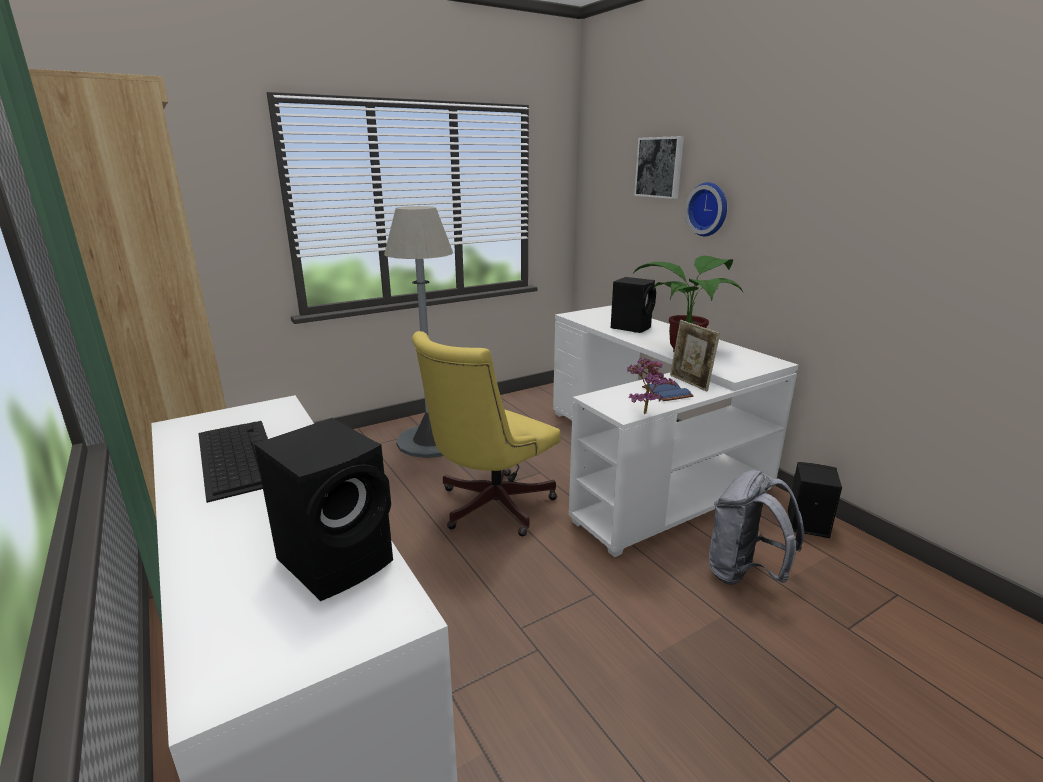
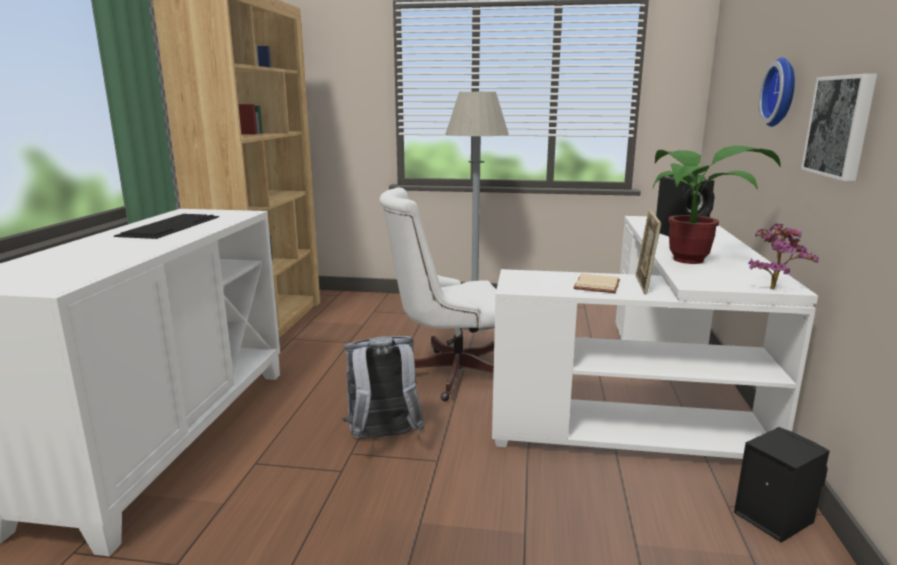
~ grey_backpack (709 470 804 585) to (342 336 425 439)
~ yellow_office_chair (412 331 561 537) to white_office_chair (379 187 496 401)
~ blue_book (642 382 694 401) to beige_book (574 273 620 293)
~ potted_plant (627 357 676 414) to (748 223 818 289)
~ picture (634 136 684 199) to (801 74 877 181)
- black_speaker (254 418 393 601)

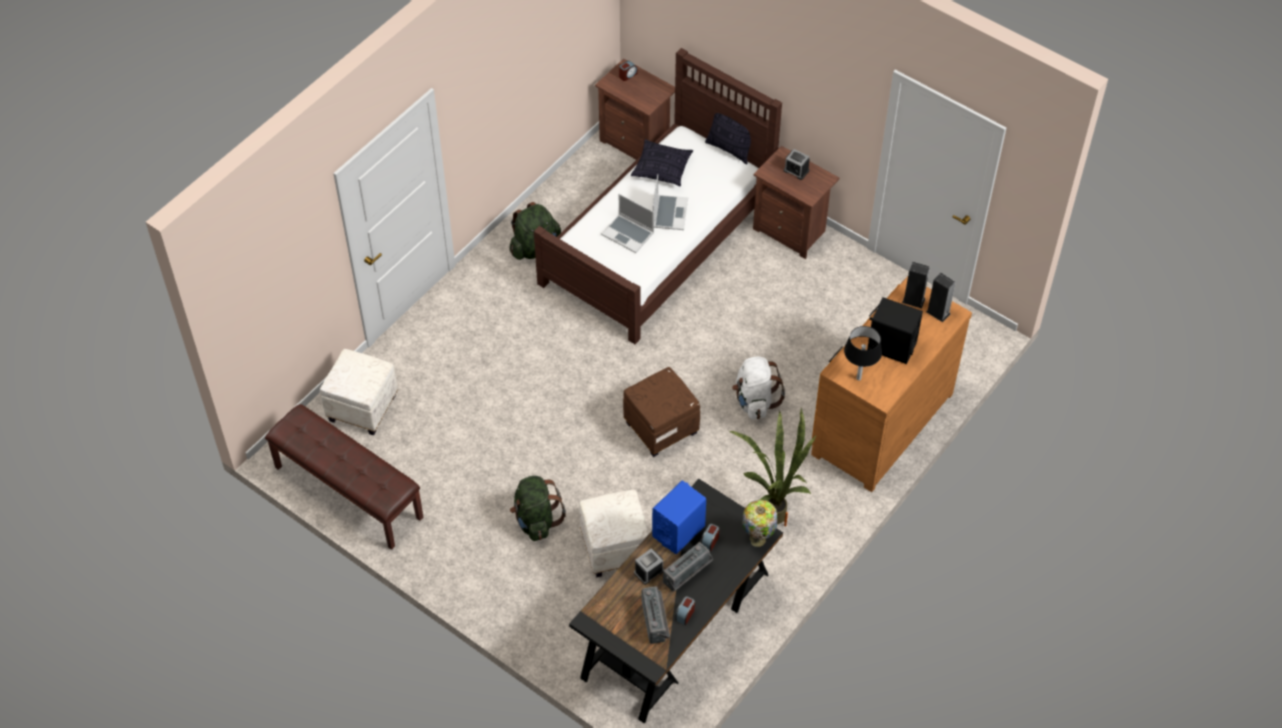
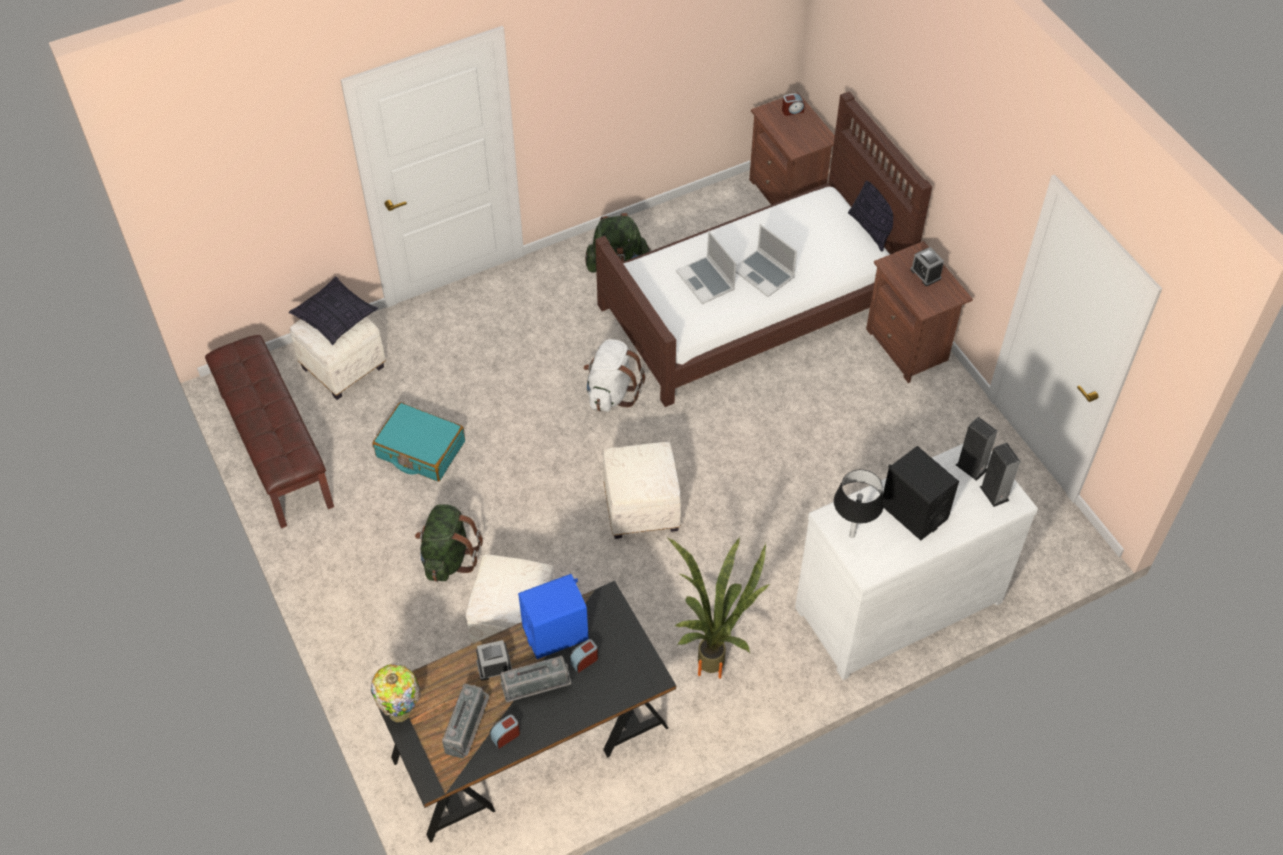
~ pillow (631 139 693 186) to (289 276 378 345)
~ table_lamp (743 500 777 547) to (371 664 421 722)
+ turquoise_suitcase (373 402 465 482)
~ white_backpack (732 356 785 420) to (584 339 645 412)
~ brown_ottoman (623 367 700 457) to white_ottoman (603 442 681 539)
~ laptop (653 174 688 230) = (736 224 797 297) 105 degrees clockwise
~ brown_dresser (811 276 972 492) to white_dresser (795 443 1038 680)

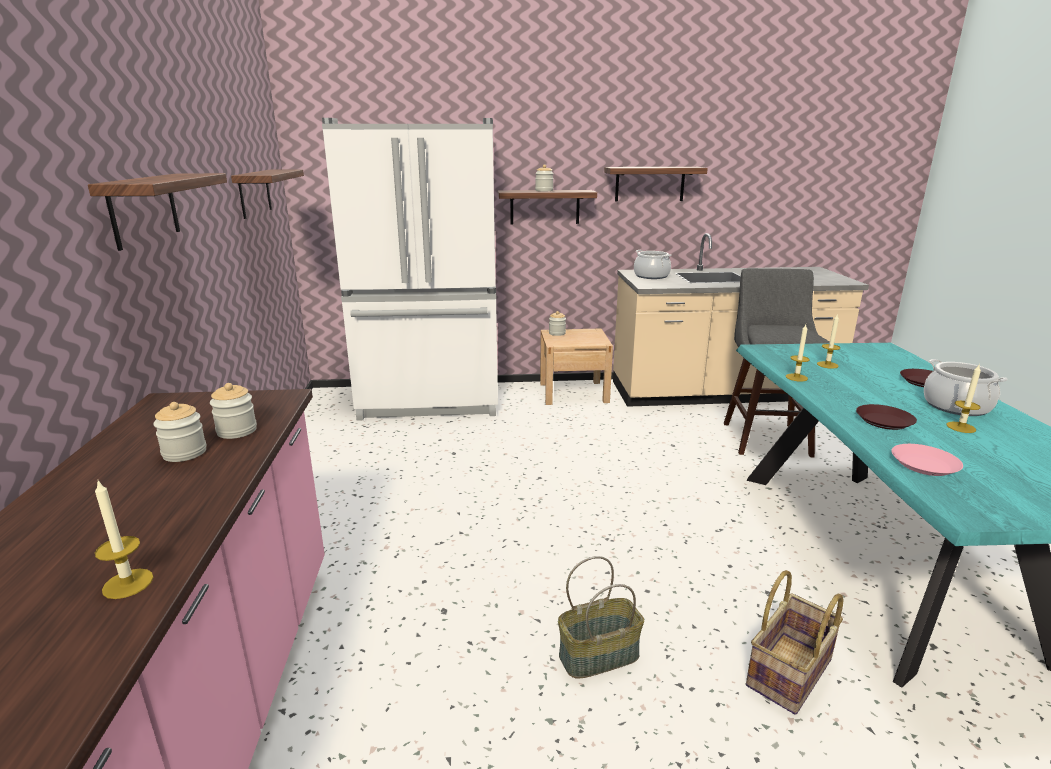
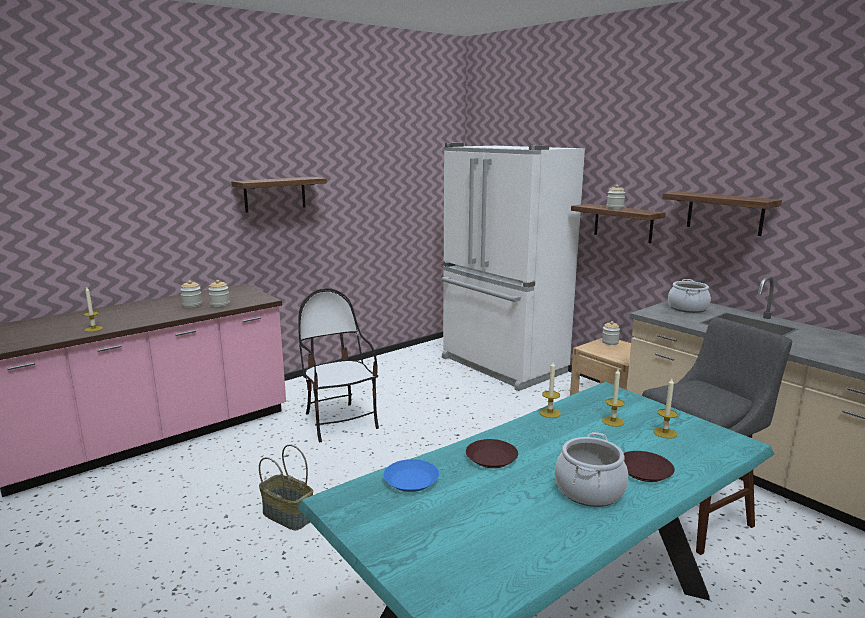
+ chair (298 288 379 443)
~ pink_plate (891 444 963 476) to blue_plate (383 459 439 492)
~ candle (946 365 981 433) to (653 378 678 439)
- shelf (231 169 304 219)
- basket (746 570 843 715)

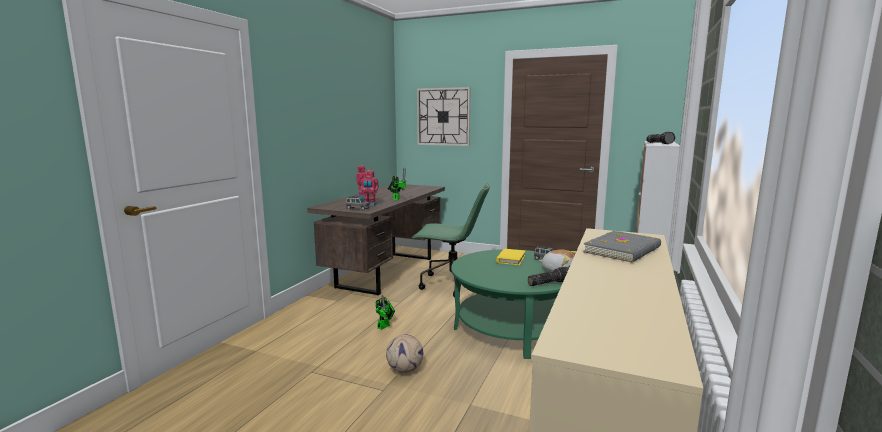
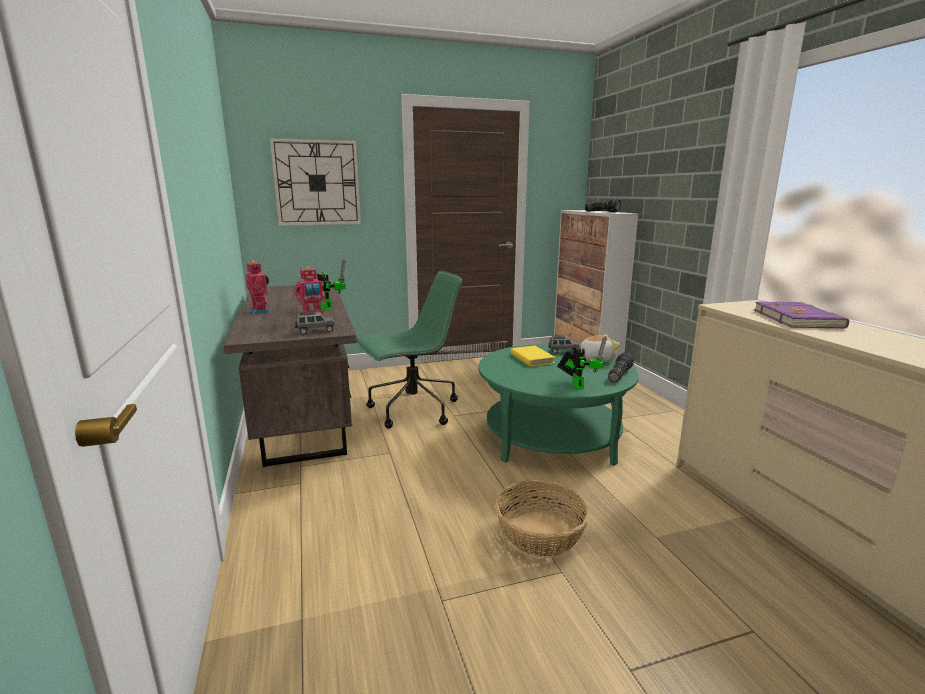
~ football (386 334 423 373) to basket (495 480 590 557)
~ toy_robot (376 295 395 330) to (557 336 607 389)
~ grey_book (583 231 661 262) to purple_book (754 301 849 328)

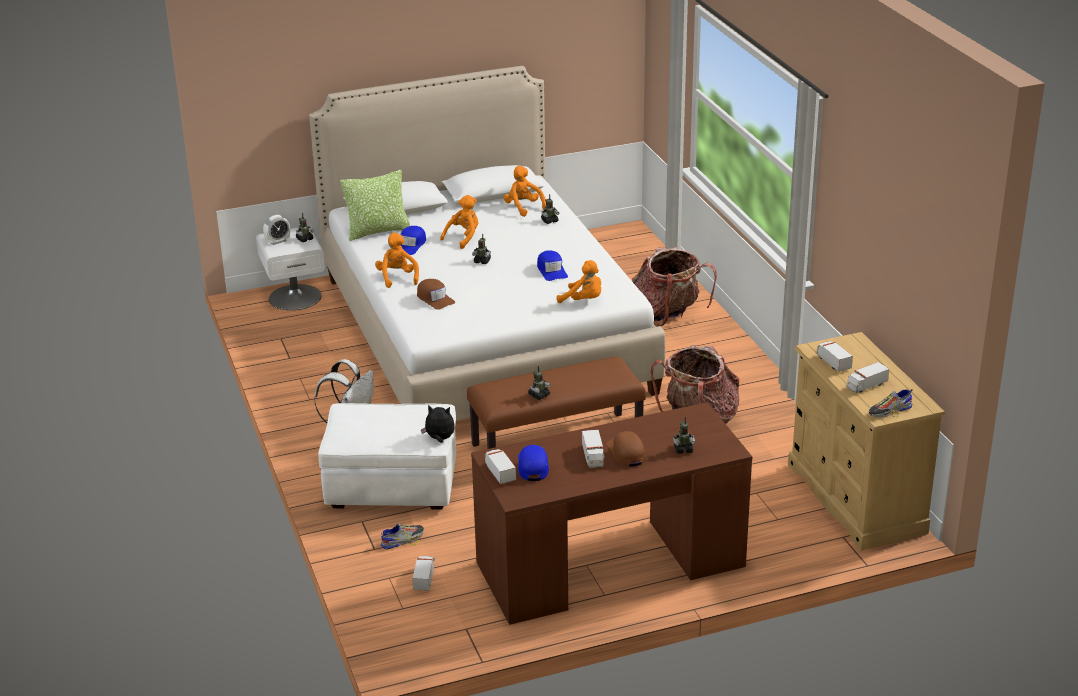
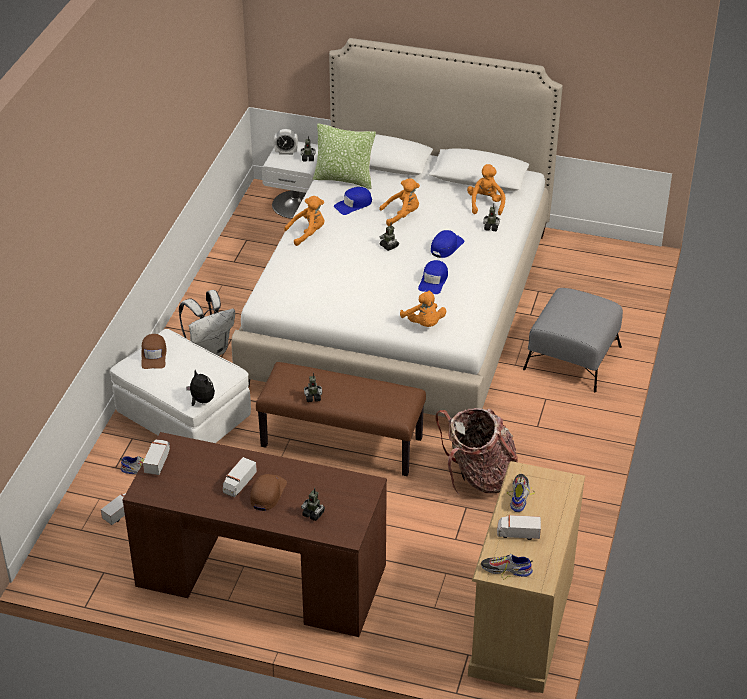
~ brown_cap (417 279 455 310) to (141 334 166 369)
~ orange_plush_toy (375 233 419 288) = (284 196 324 246) 45 degrees clockwise
~ blue_cap (518 445 549 481) to (431 230 464 258)
~ toy_truck (817 341 853 372) to shoe (507 474 535 512)
~ backpack (632 247 717 326) to grey_ottoman (523 288 623 392)

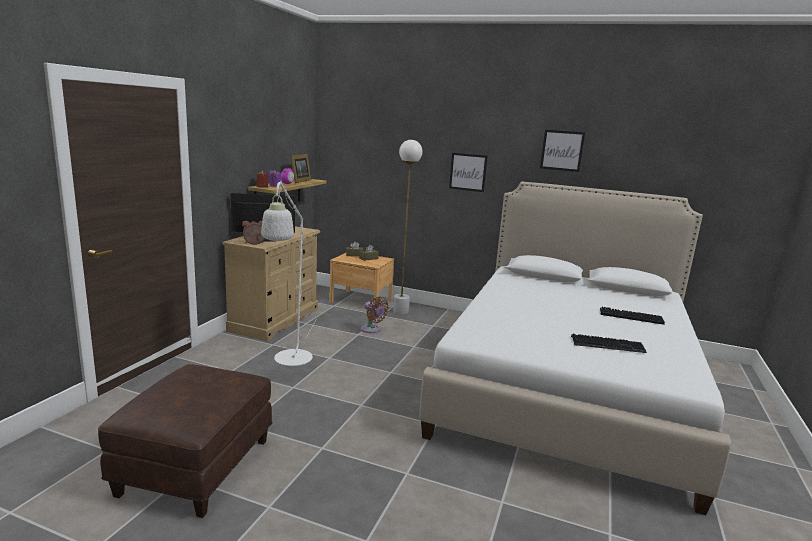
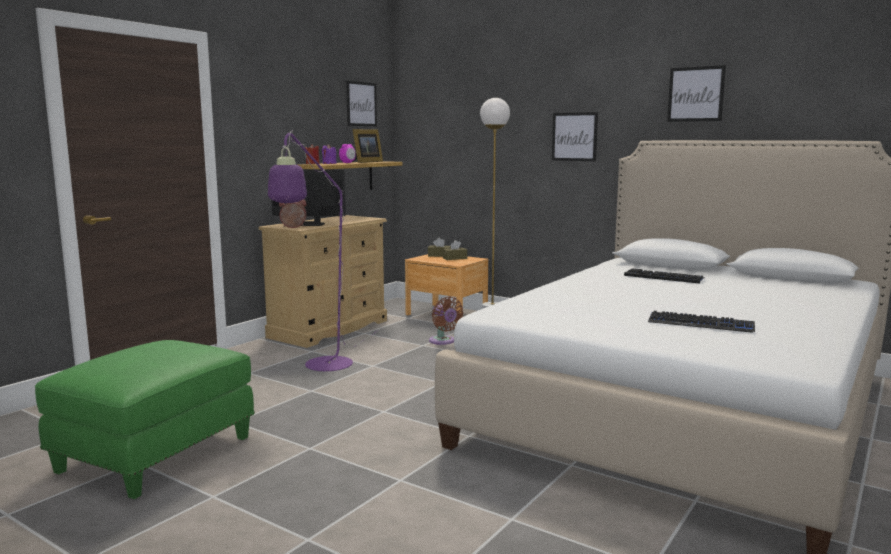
~ brown_ottoman (98 364 273 518) to green_ottoman (35 340 255 499)
~ white_floor_lamp (261 180 317 366) to purple_floor_lamp (268 131 380 371)
+ picture (346 81 377 126)
~ keyboard (600 307 665 325) to (624 268 705 283)

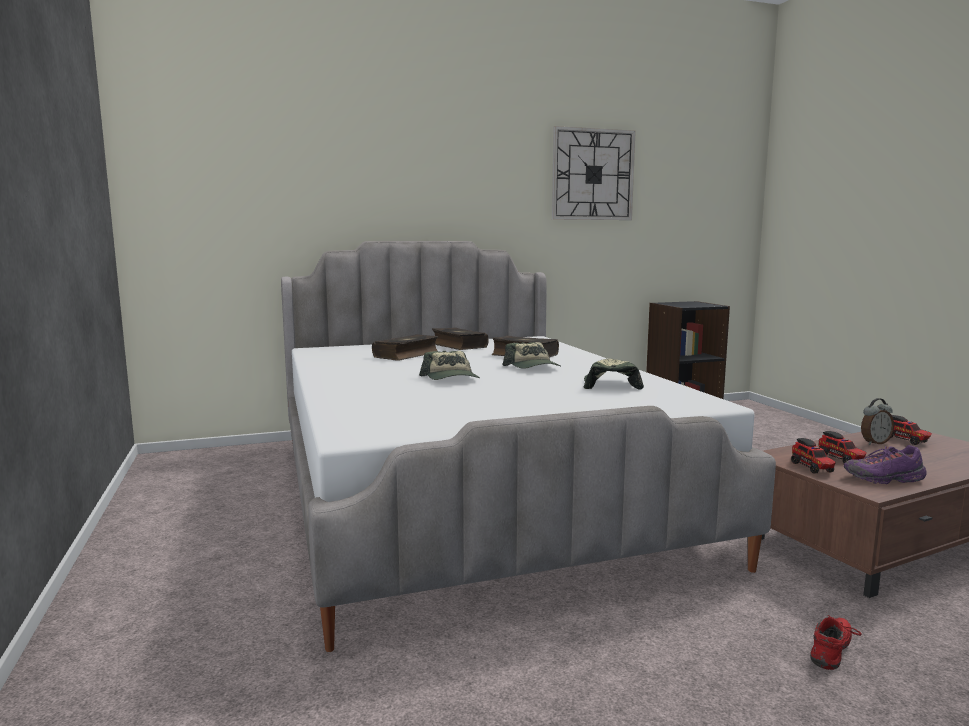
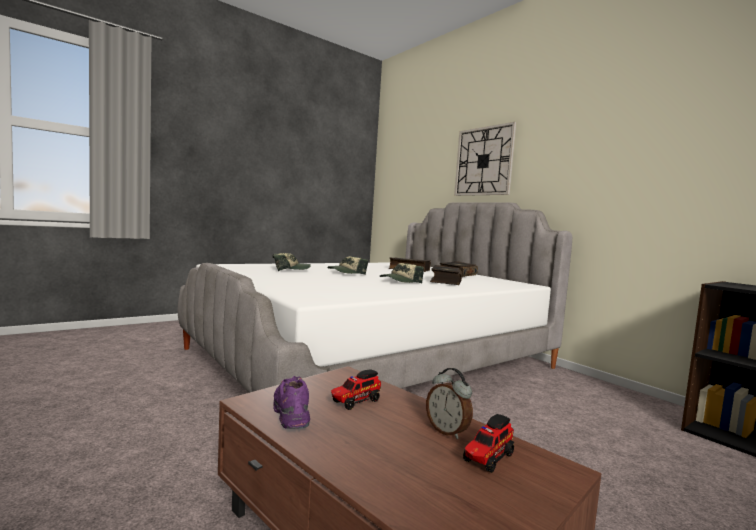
~ cap (583 359 644 390) to (273 253 311 272)
~ wall_clock (552 126 636 220) to (454 122 516 196)
- toy_truck (791 438 836 474)
- red_shoe (810 613 862 670)

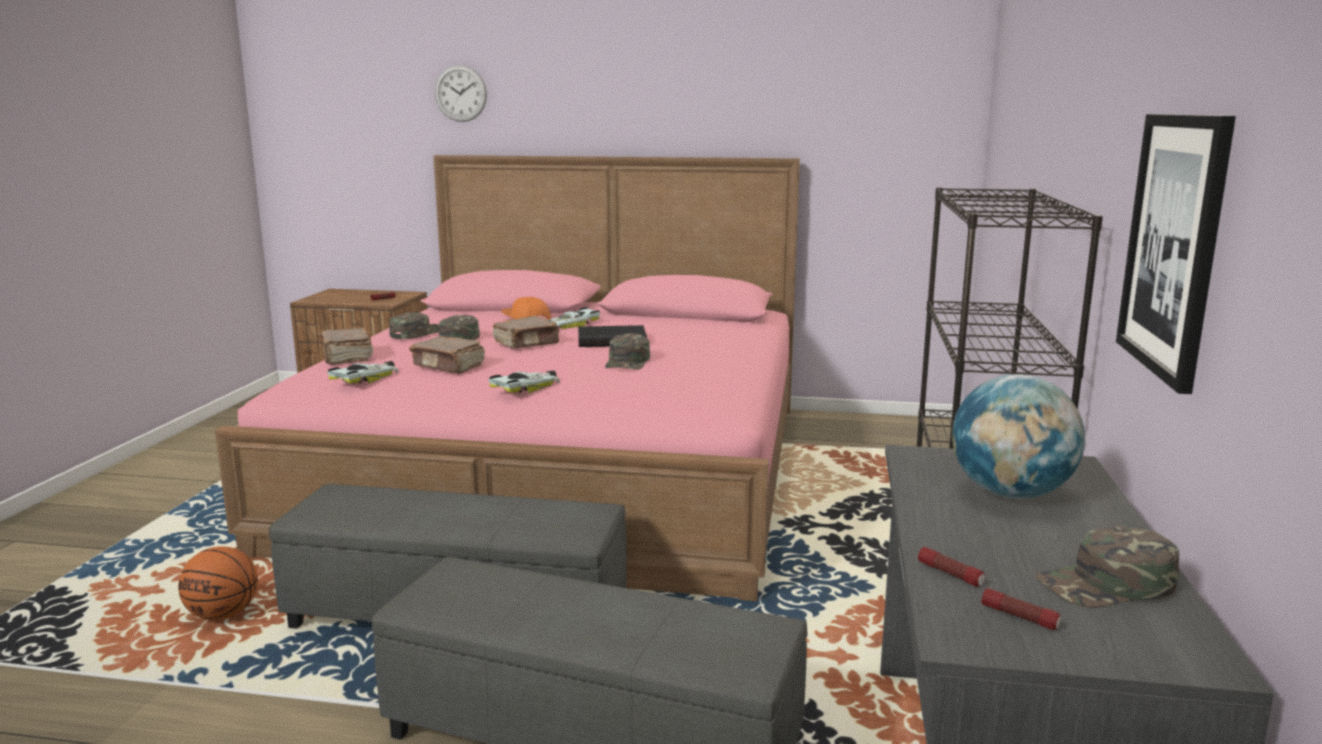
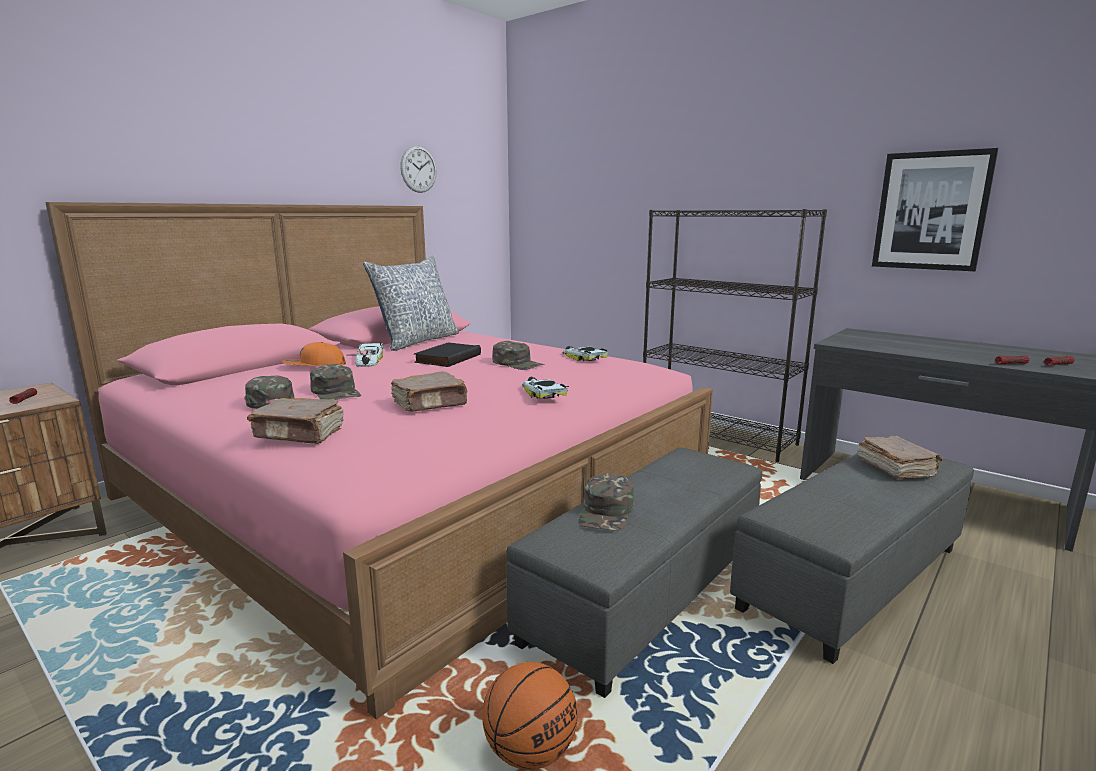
+ pillow (363 256 459 351)
~ wall_clock (435 65 487 122) to (400 145 437 193)
~ toy_car (327 361 399 384) to (562 346 608 361)
~ green_cap (1035 526 1179 608) to (578 473 634 531)
~ brown_book (493 316 560 349) to (857 436 943 479)
- globe (952 374 1085 499)

